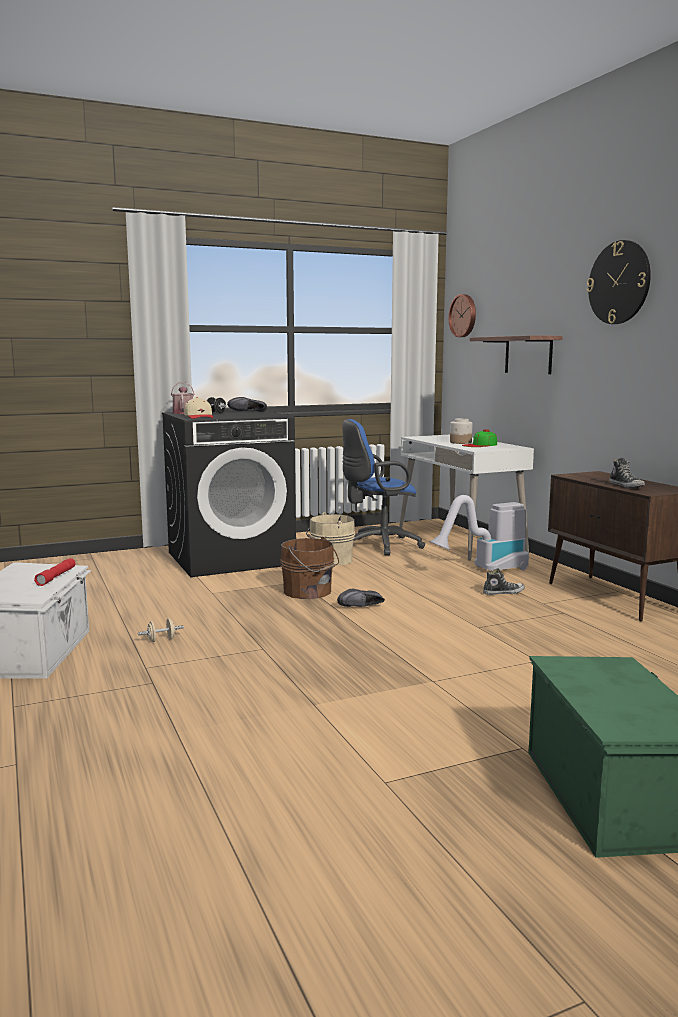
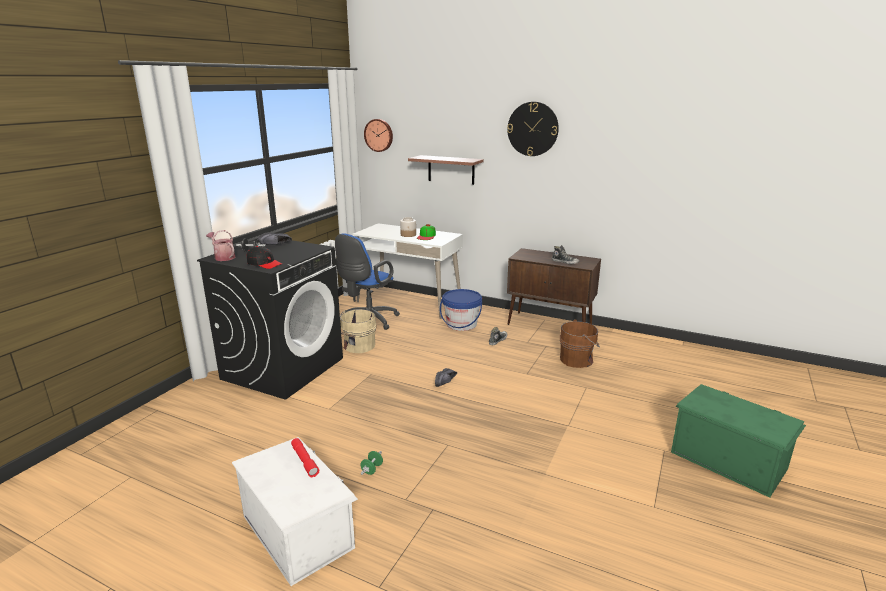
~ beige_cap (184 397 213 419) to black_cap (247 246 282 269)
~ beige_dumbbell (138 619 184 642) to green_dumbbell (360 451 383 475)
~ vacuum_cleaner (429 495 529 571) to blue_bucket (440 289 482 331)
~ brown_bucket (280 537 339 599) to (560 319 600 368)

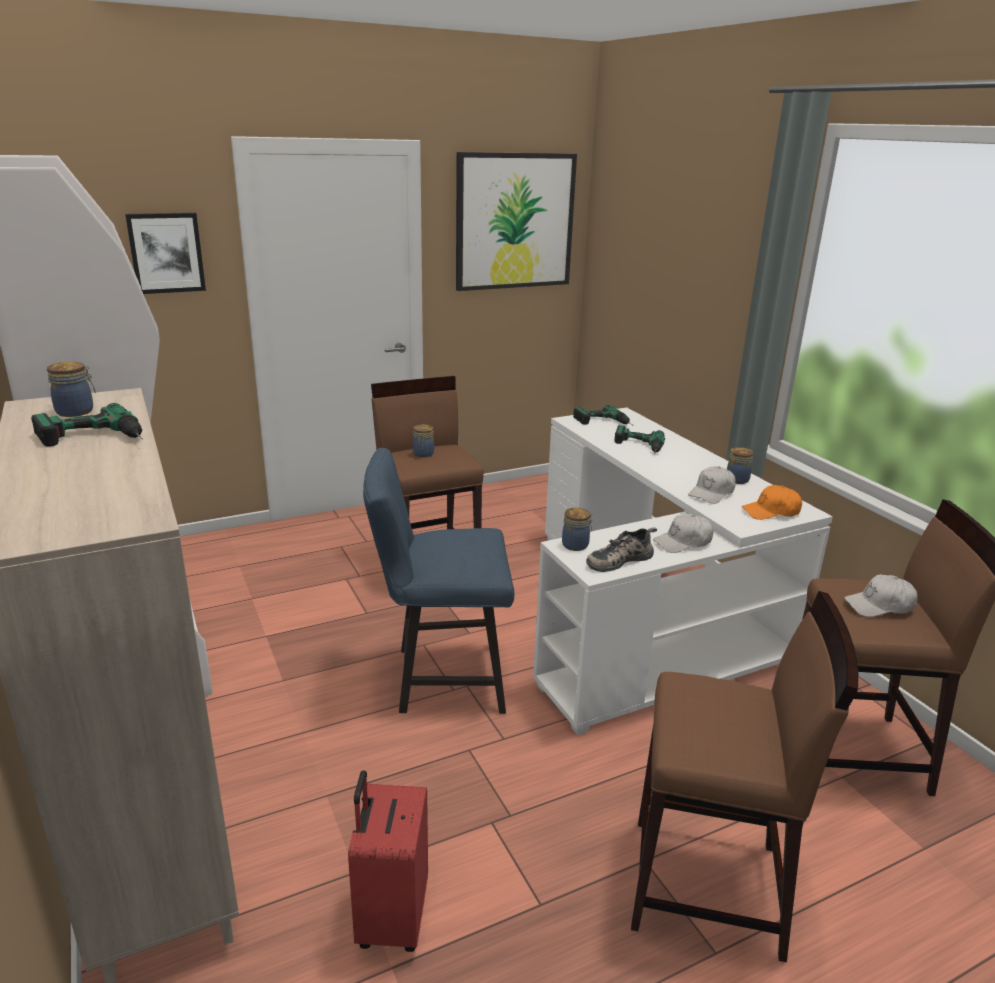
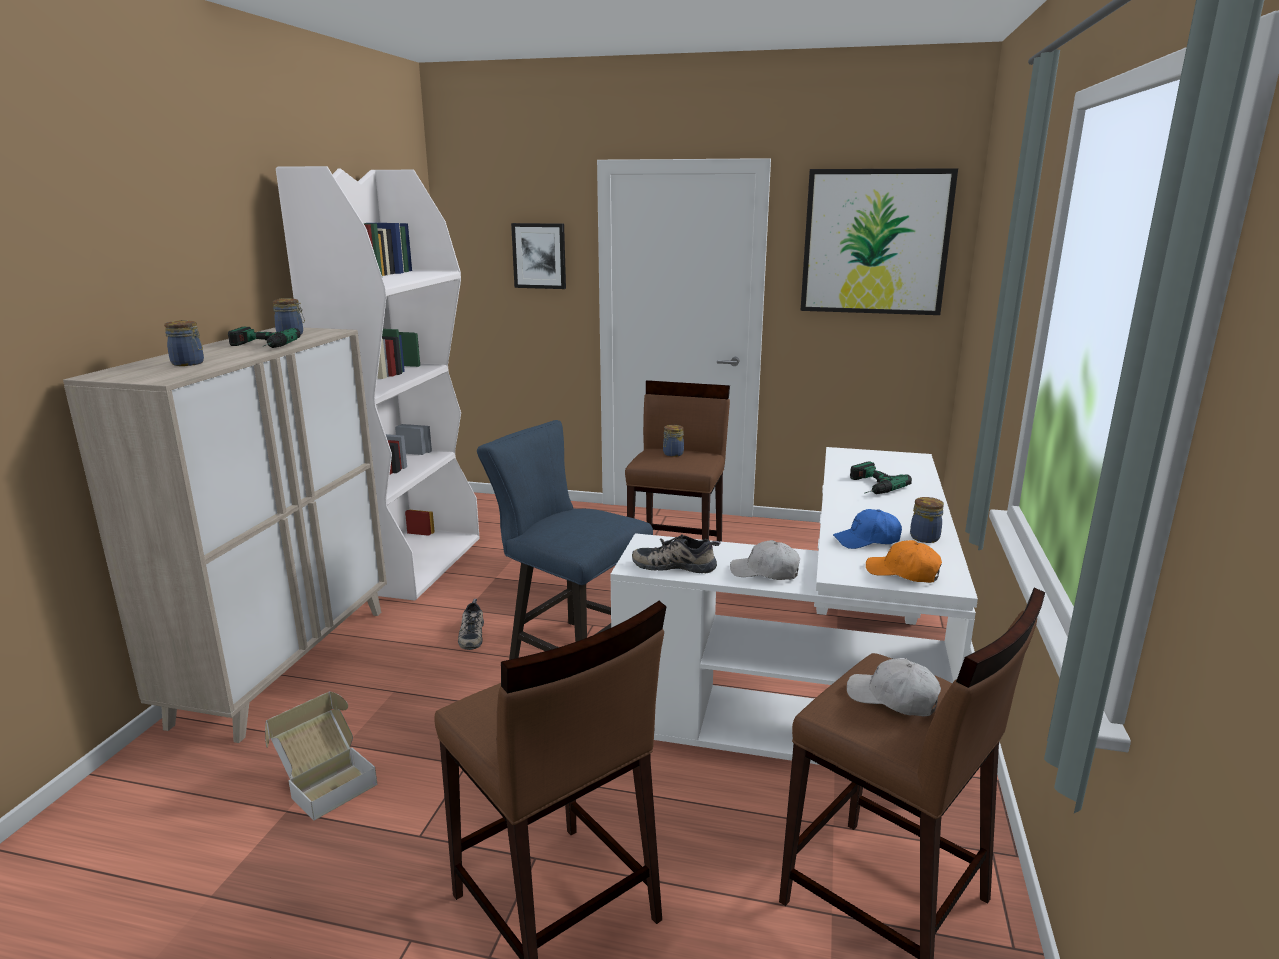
~ jar (562 508 592 551) to (164 320 204 366)
~ red_suitcase (348 770 428 952) to cardboard_box (265 692 378 821)
+ shoe (458 599 484 650)
~ white_cap (688 466 736 504) to blue_cap (833 509 902 549)
- power_drill (573 405 634 426)

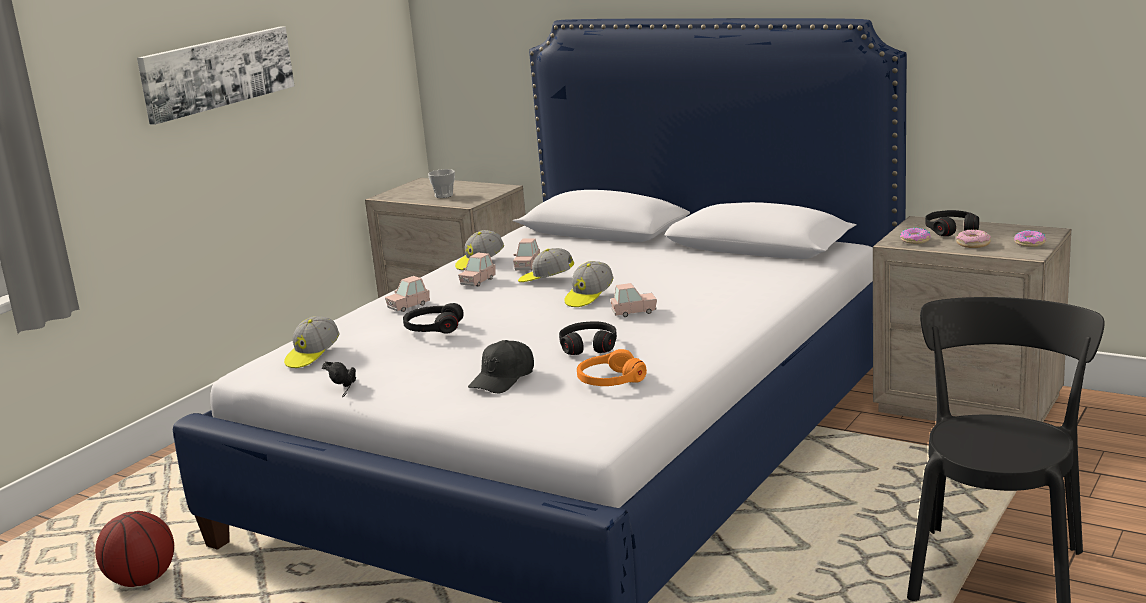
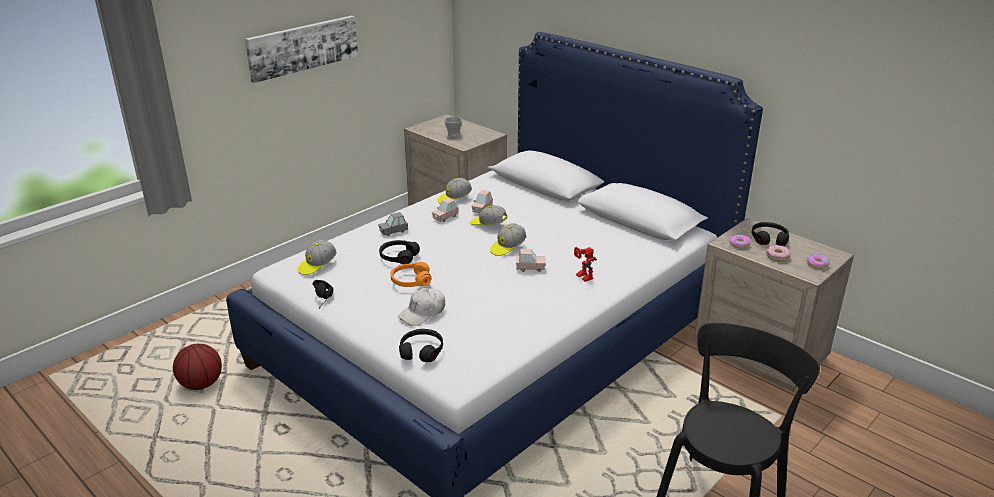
~ pink_toy_car (385 276 430 312) to grey_toy_car (378 212 408 236)
~ orange_headphones (577 349 647 386) to (391 262 431 287)
~ black_cap (468 340 534 393) to white_cap (398 288 445 326)
~ black_headphones (559 321 617 355) to (399 329 443 362)
+ toy_robot (574 247 597 282)

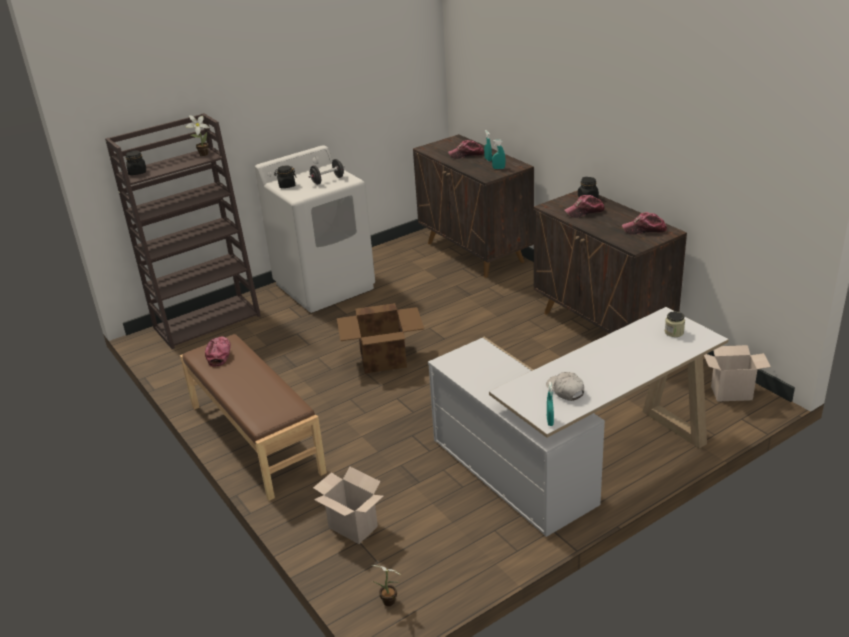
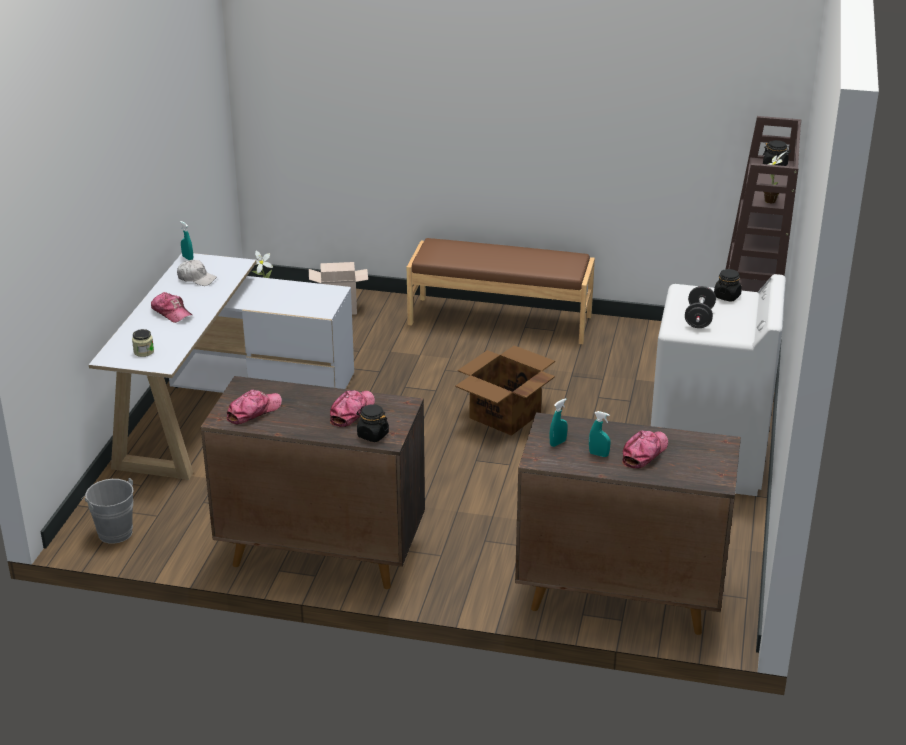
~ cardboard_box (704 345 771 402) to grey_bucket (81 478 134 544)
~ cap (205 337 231 367) to (151 292 192 323)

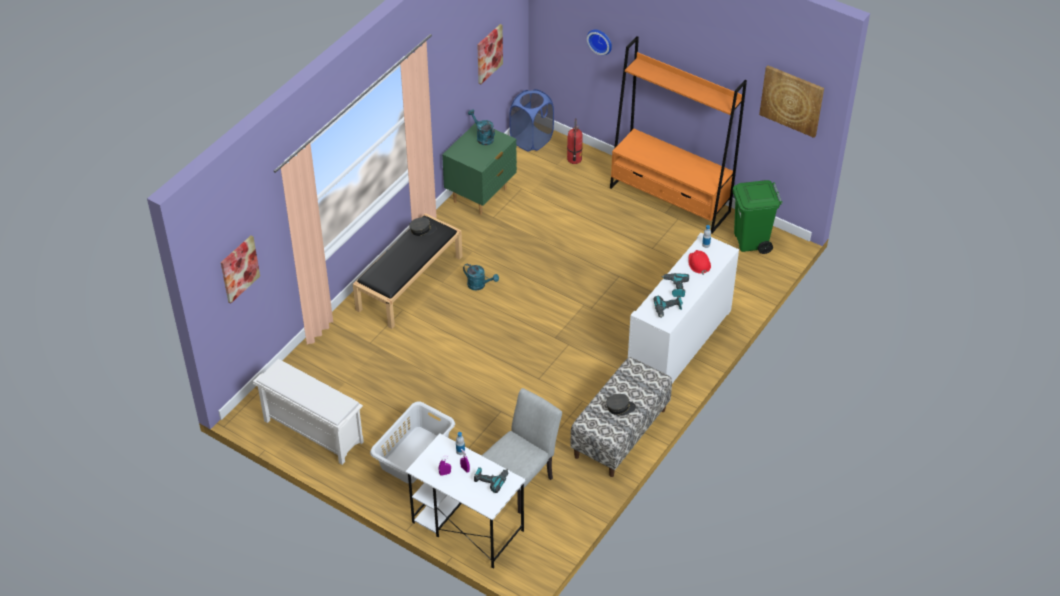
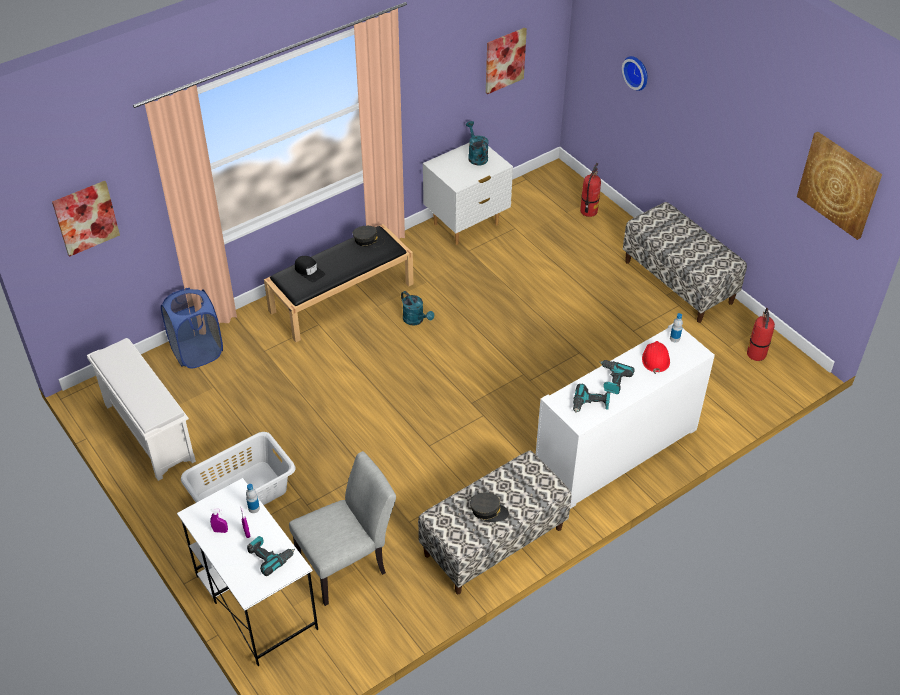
~ blue_laundry_basket (509 89 554 151) to (161 288 223 369)
+ black_cap (295 256 325 282)
~ green_nightstand (442 123 517 215) to white_nightstand (423 143 513 245)
~ orange_bookcase (610 36 747 234) to bench (623 202 747 323)
~ green_trash_can (733 180 783 254) to fire_extinguisher (747 308 775 361)

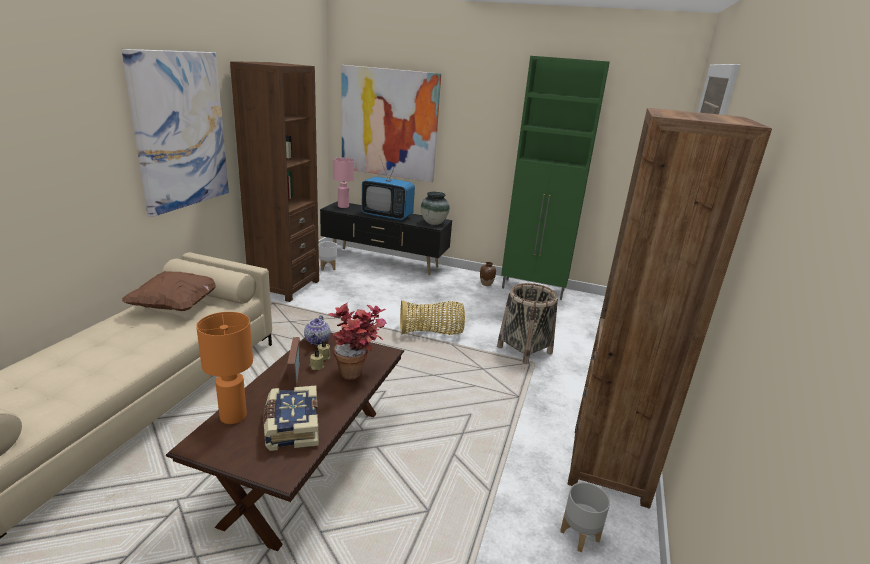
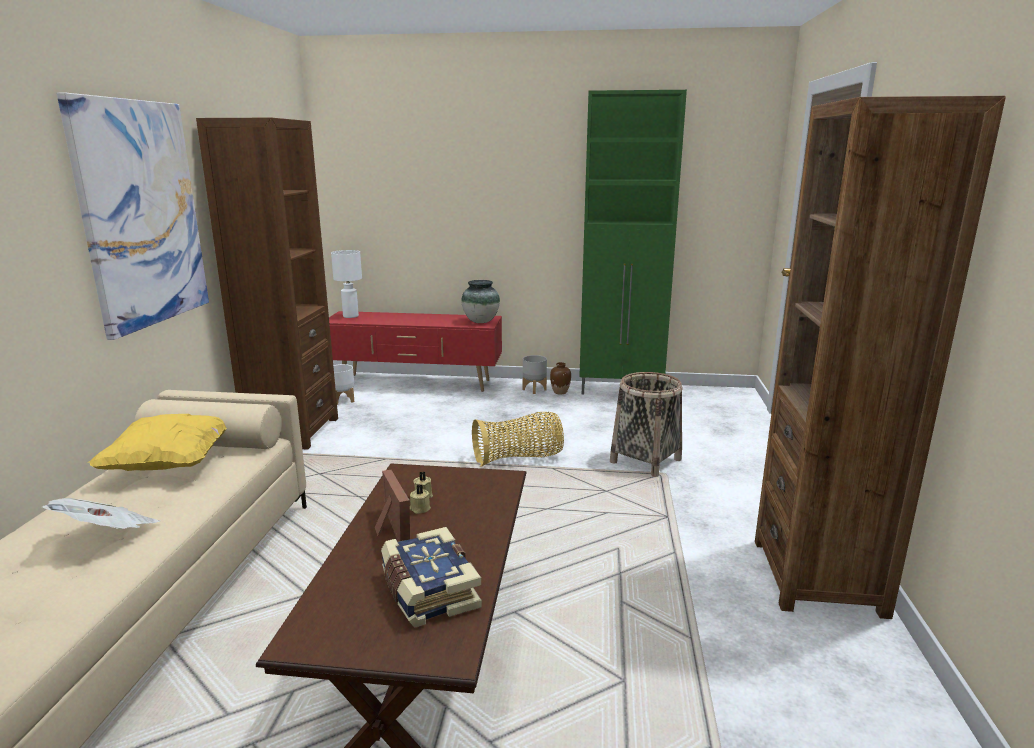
+ newspaper (42 498 160 529)
~ brown_pillow (122 271 216 311) to yellow_pillow (89 414 227 471)
~ black_tv_stand (320 201 452 275) to red_tv_stand (329 311 502 392)
~ pink_table_lamp (333 158 354 208) to white_table_lamp (331 250 362 318)
~ grey_planter (561 482 610 552) to (523 355 547 394)
- orange_table_lamp (196 312 253 424)
- teapot (304 315 330 345)
- potted_plant (328 302 386 380)
- picture (342 65 441 182)
- television (361 155 415 220)

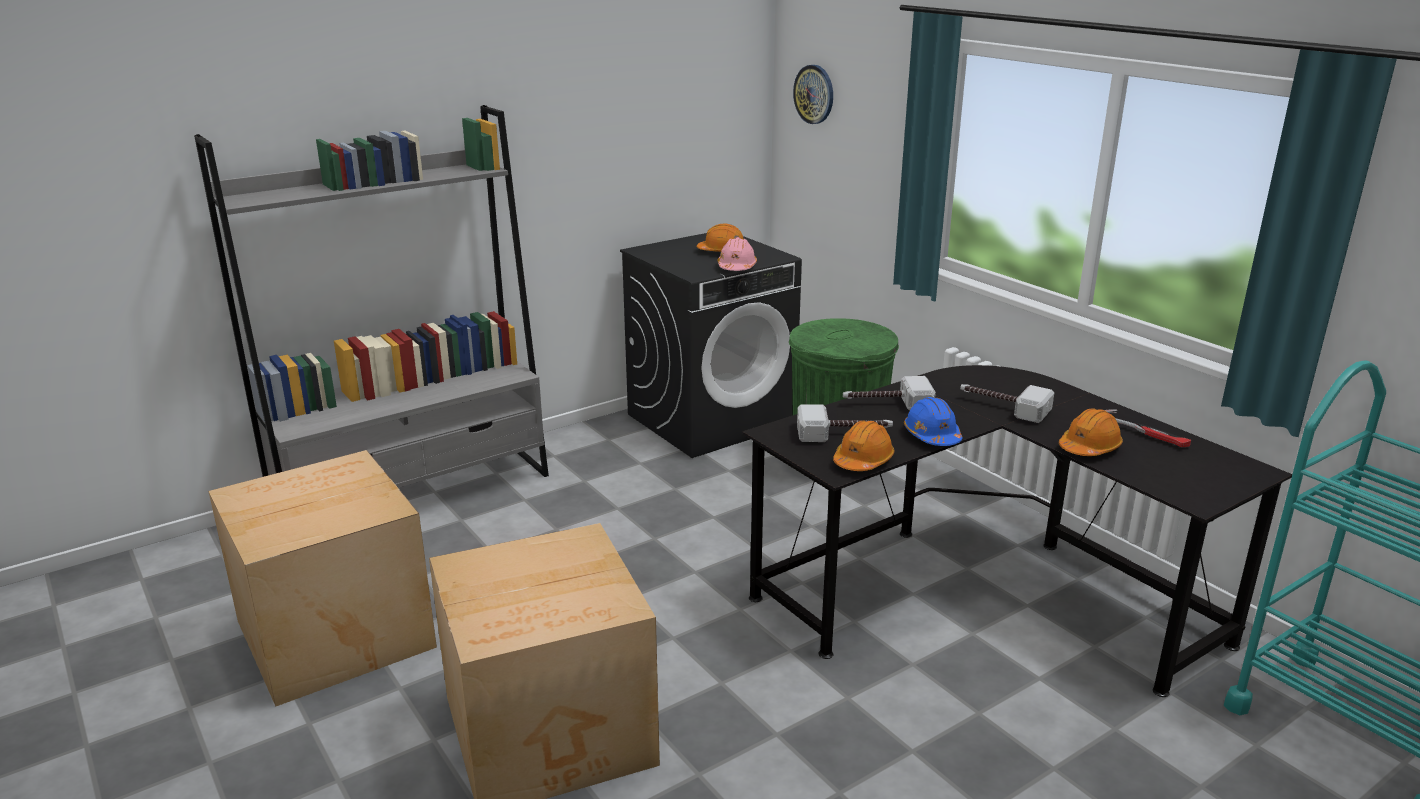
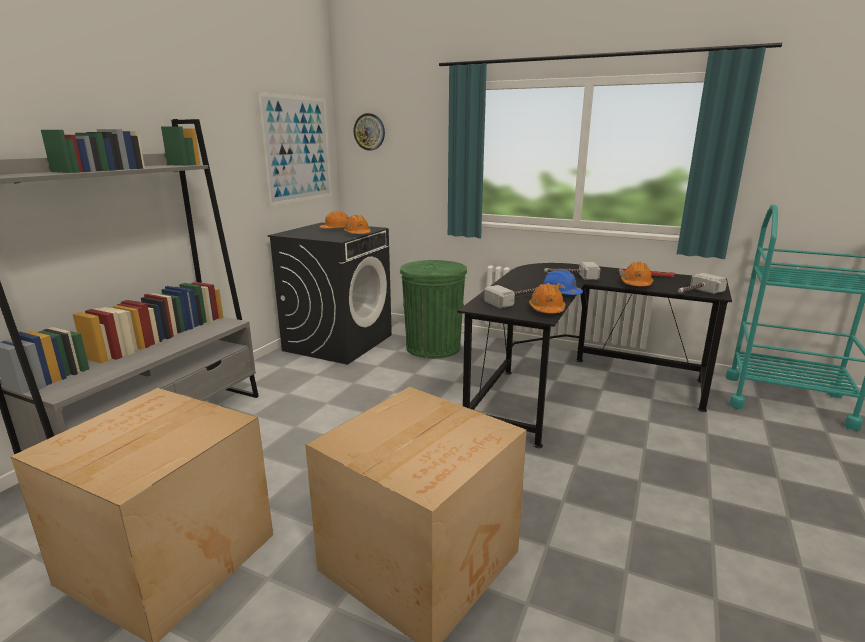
+ picture (257 92 332 206)
~ pink_hard_hat (717 237 757 271) to orange_hard_hat (344 215 371 234)
~ hammer (843 376 936 411) to (678 273 727 294)

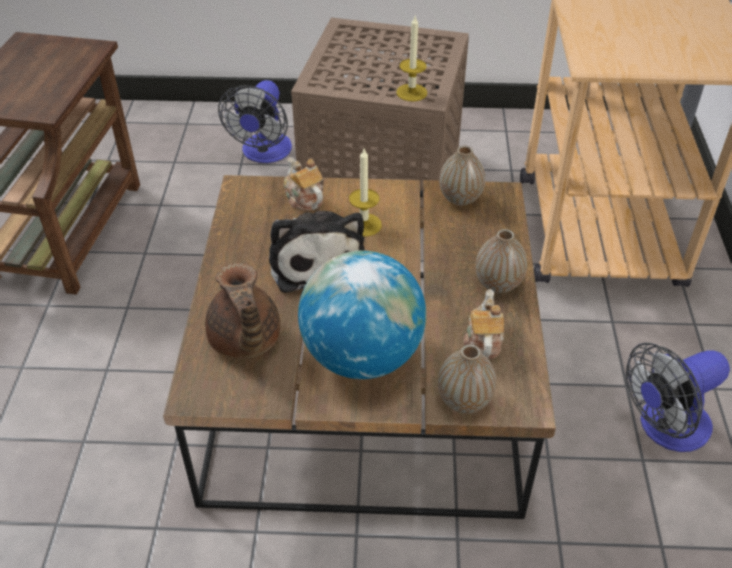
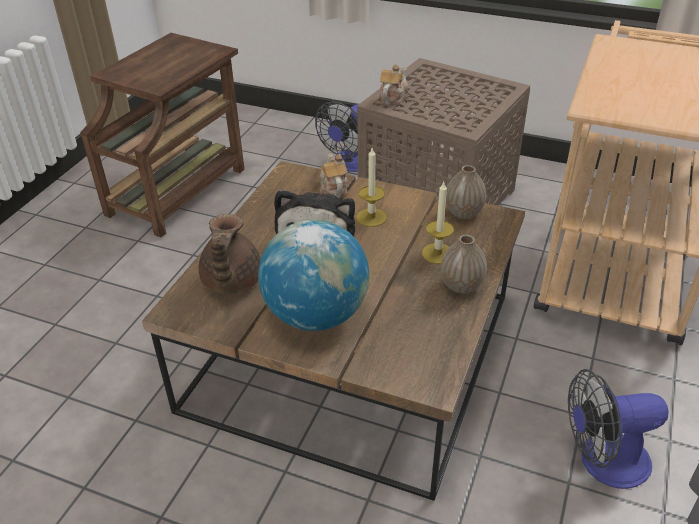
~ teapot (463 289 504 359) to (379 64 409 105)
~ candle (396 16 427 101) to (422 182 454 264)
- vase (438 344 496 413)

